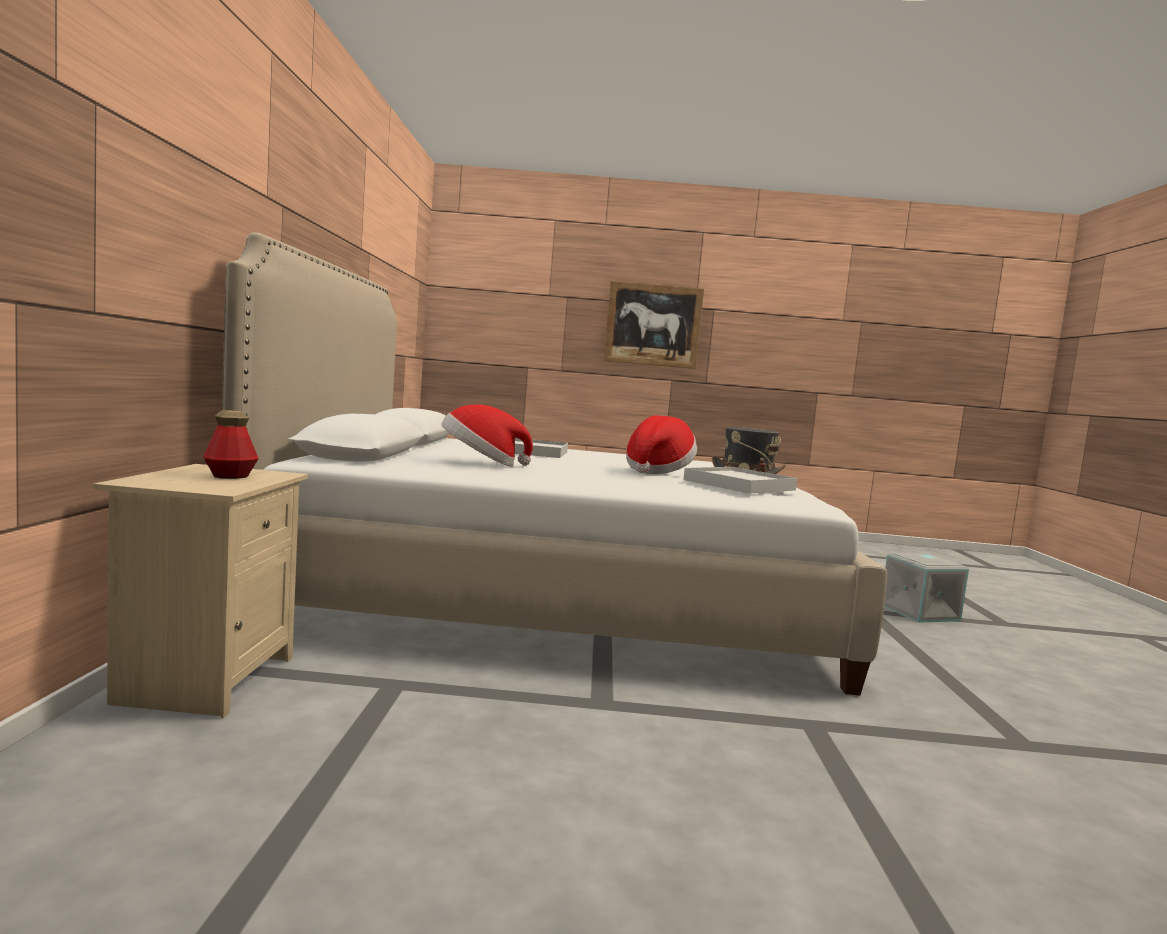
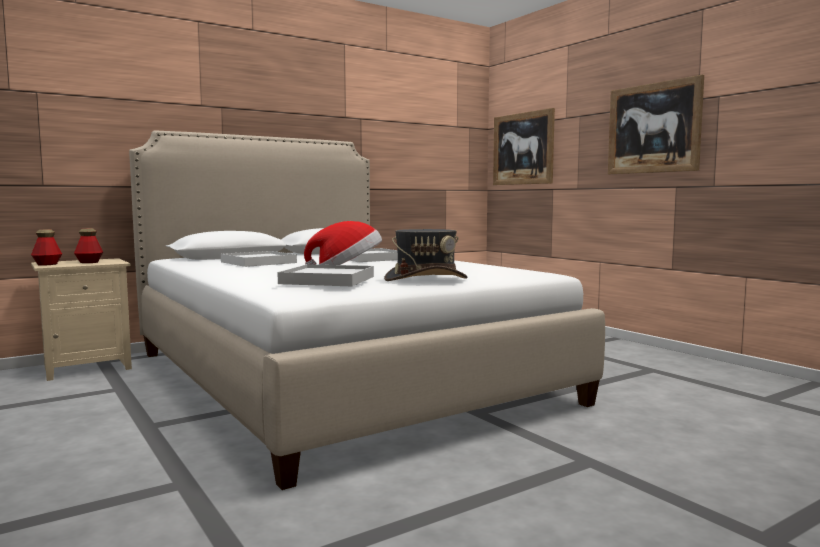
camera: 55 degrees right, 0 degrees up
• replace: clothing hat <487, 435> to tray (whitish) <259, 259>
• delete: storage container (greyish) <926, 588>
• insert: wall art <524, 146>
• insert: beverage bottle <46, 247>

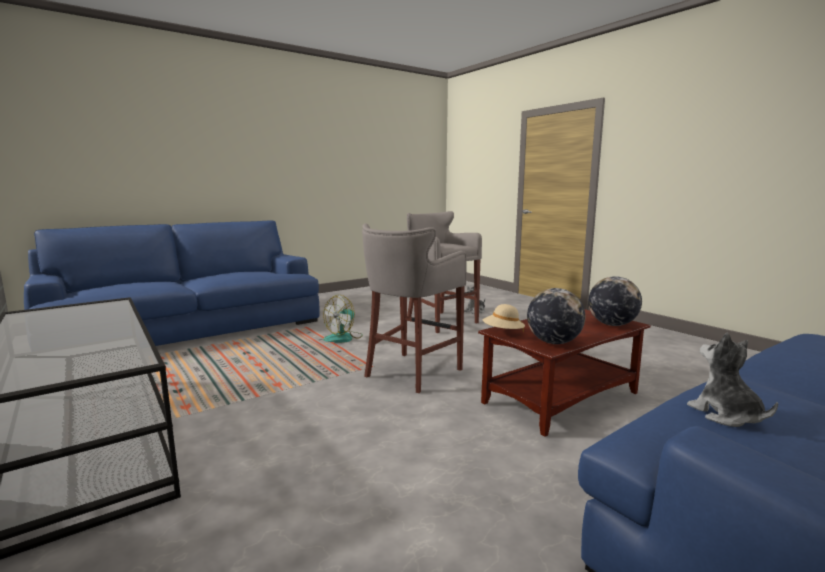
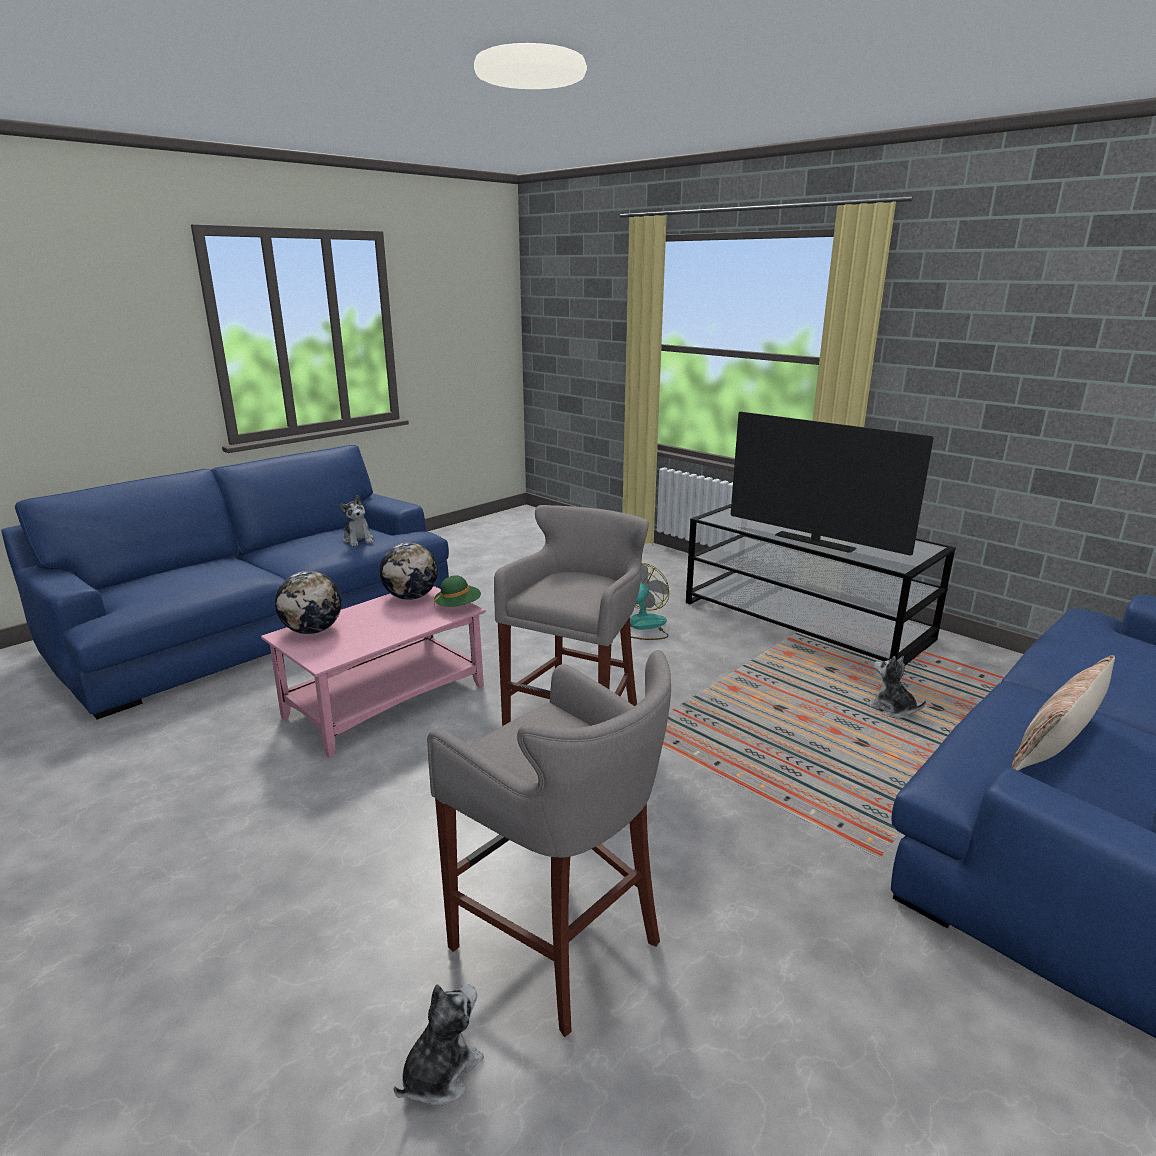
camera: 170 degrees right, 10 degrees up
• move: fan <343, 319> to <649, 601>
• recolor: clothing hat (sand-coloured) <504, 318> to clothing hat (green-coloured) <457, 591>
• recolor: low table (brownish) <564, 373> to low table (pink) <373, 672>
• insert: television <832, 484>
• insert: pillow <1063, 713>
• insert: cuddly toy <896, 687>

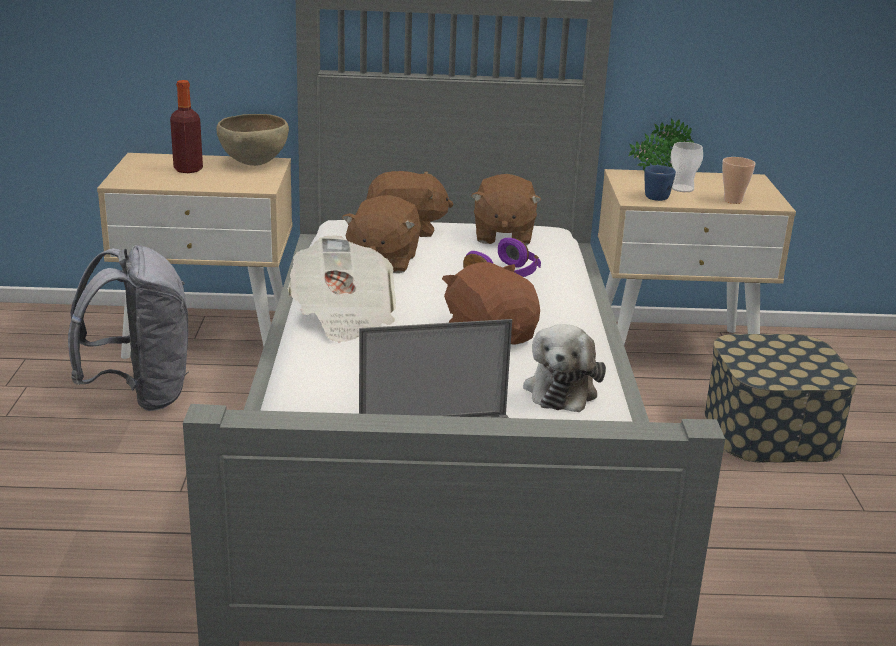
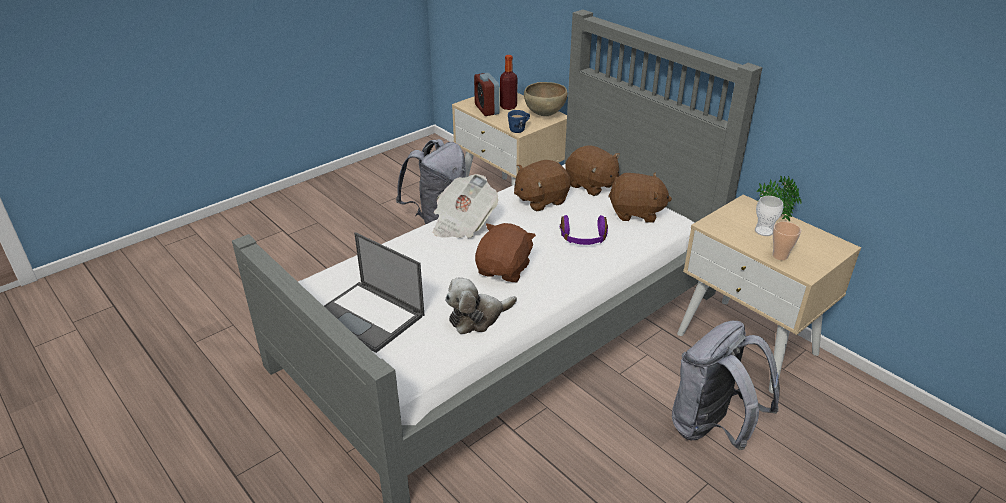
camera: 50 degrees right, 10 degrees up
• move: tea mug (blue-coloured) <660, 183> to <519, 121>
• rotate: cuddly toy (brownish) <506, 209> = <640, 197> 135 degrees counterclockwise
• replace: storage container <781, 398> to backpack (greyish) <726, 385>
• insert: alarm clock <487, 94>

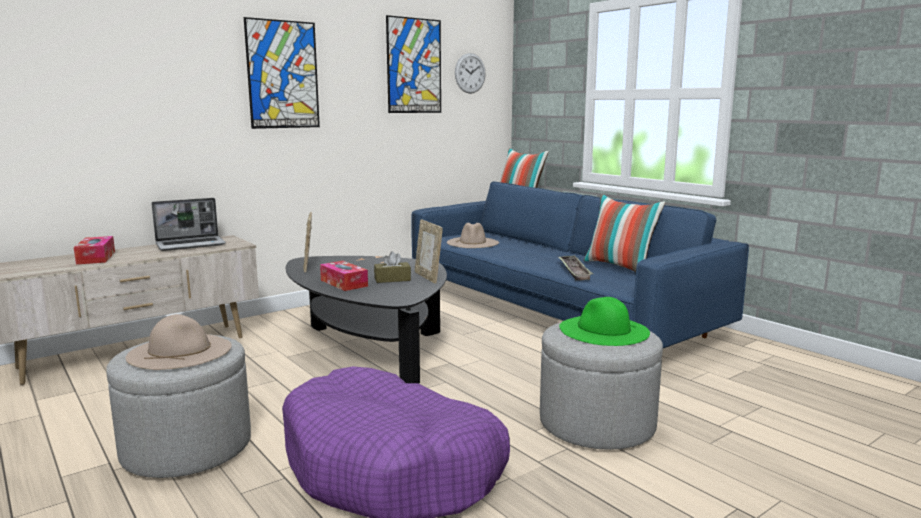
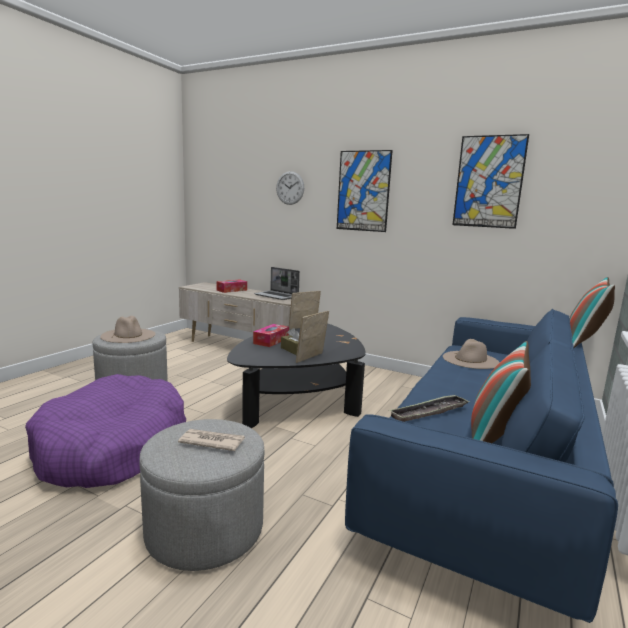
camera: 65 degrees right, 0 degrees up
• move: hanging clock <470, 73> to <290, 188>
• replace: clothing hat (green-coloured) <604, 321> to newspaper <211, 440>

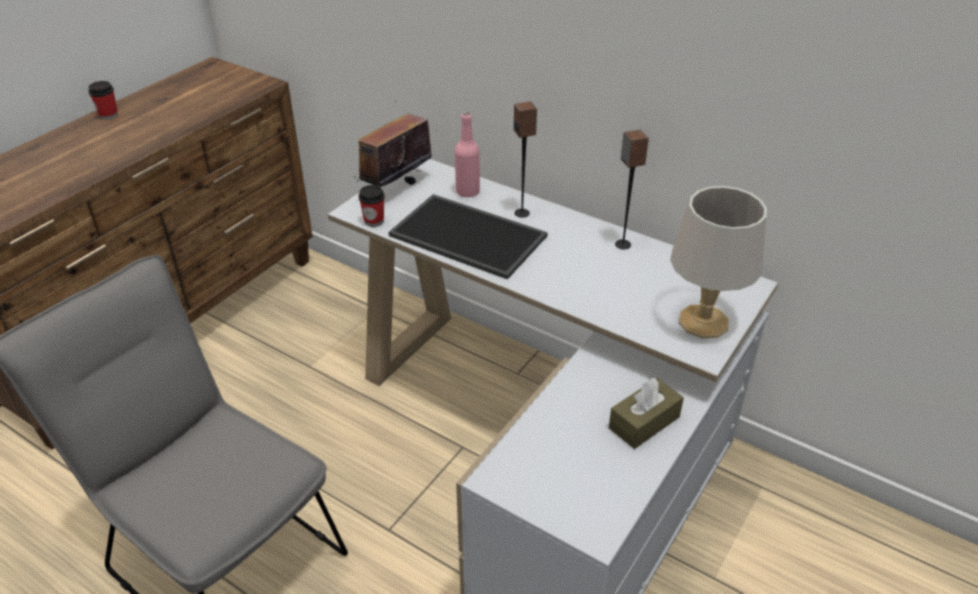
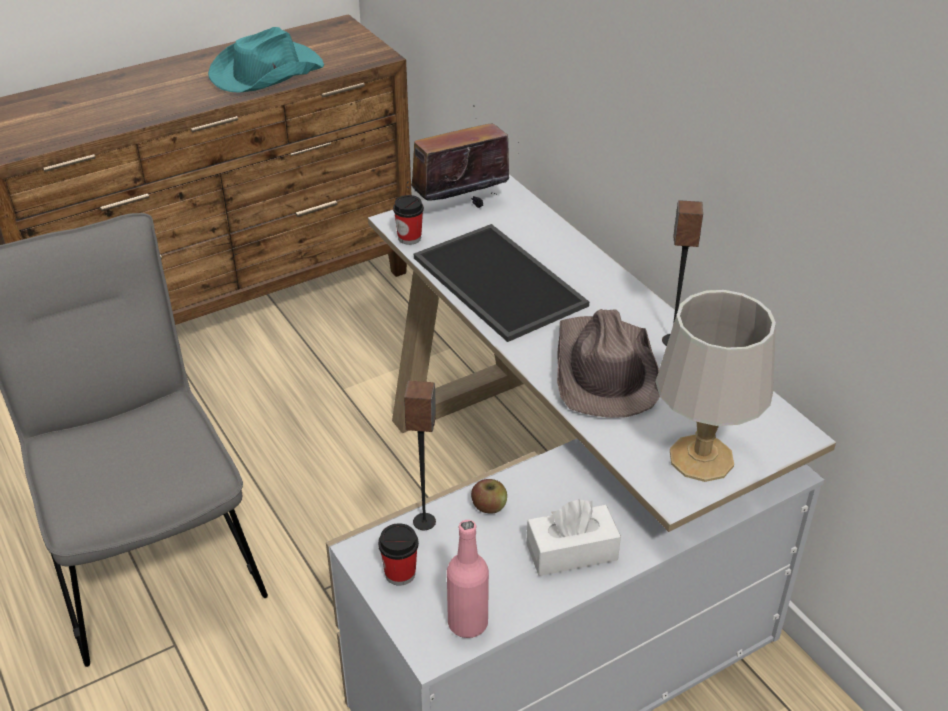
camera: 25 degrees right, 0 degrees up
• move: drinking cup <103, 100> to <398, 554>
• move: loudspeaker <525, 160> to <420, 455>
• move: beverage bottle (pink) <467, 154> to <468, 579>
• recolor: box of tissues (brownish) <646, 413> to box of tissues (whitish) <573, 537>
• insert: clothing hat (blue-green) <266, 60>
• insert: clothing hat (brownish) <608, 363>
• insert: apple <489, 496>

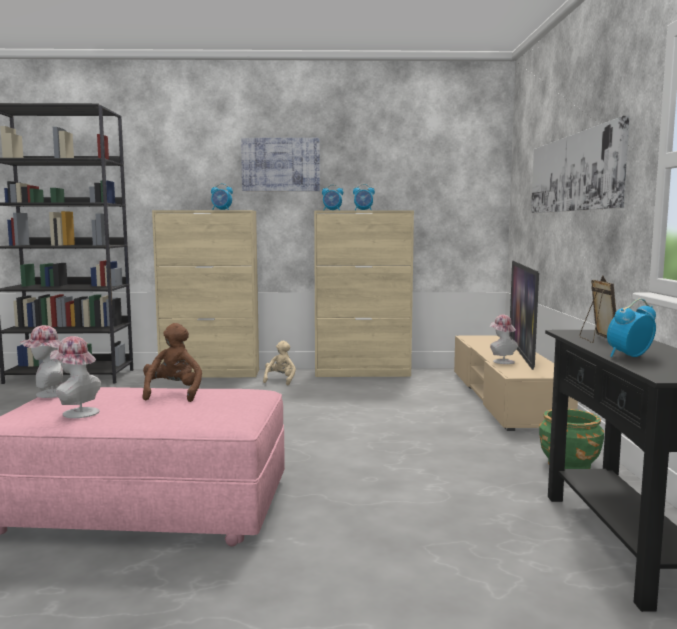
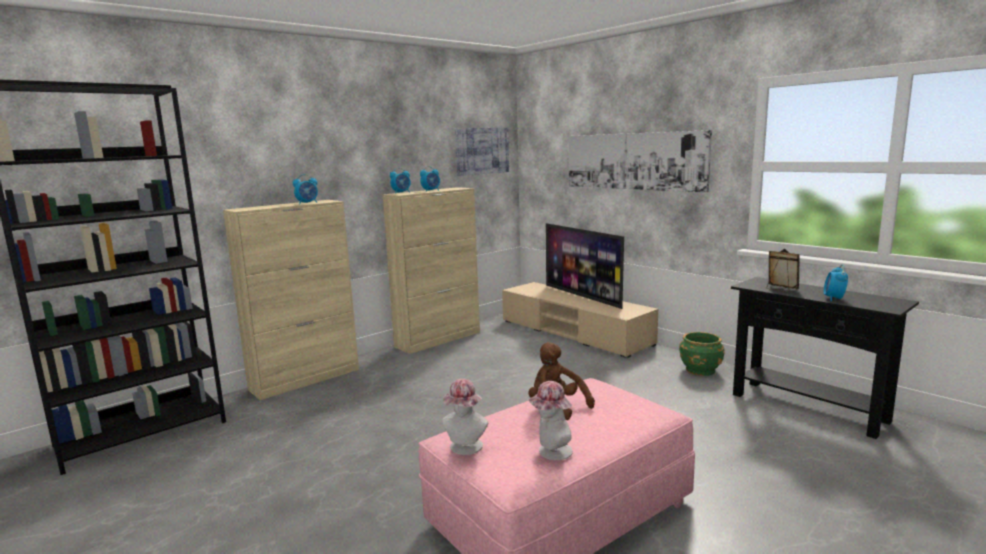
camera: 40 degrees left, 5 degrees up
• move: wall art <280, 164> to <482, 152>
• delete: clothing hat <504, 339>
• delete: cuddly toy (sand-coloured) <279, 363>

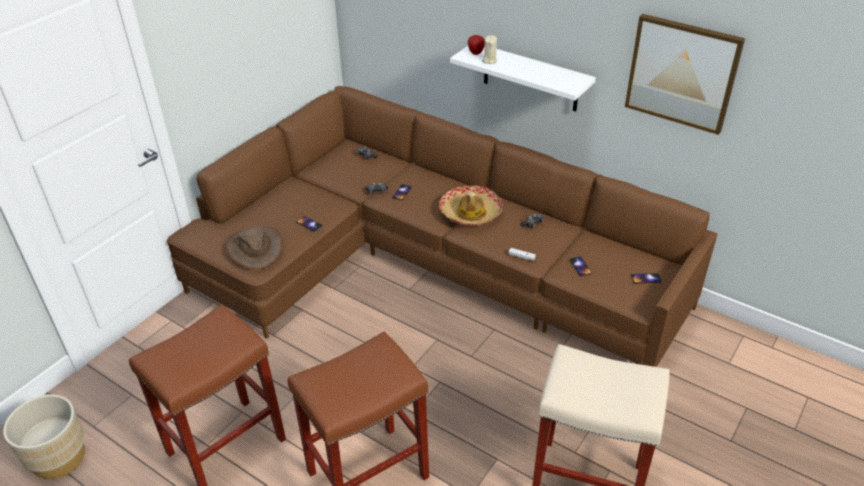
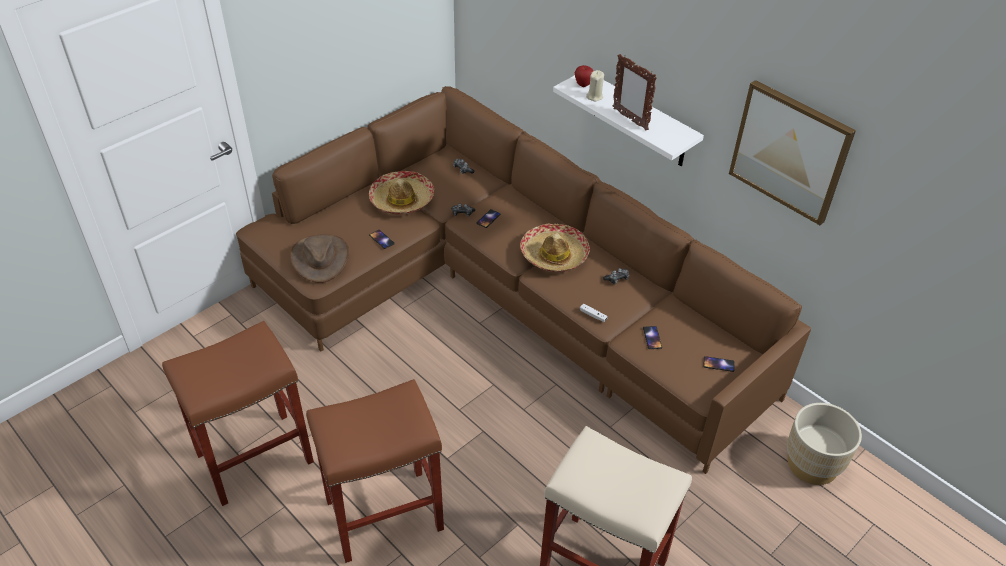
camera: 10 degrees right, 5 degrees up
• move: plant pot (sand-coloured) <44, 436> to <824, 444>
• insert: picture frame <635, 92>
• insert: clothing hat <401, 192>

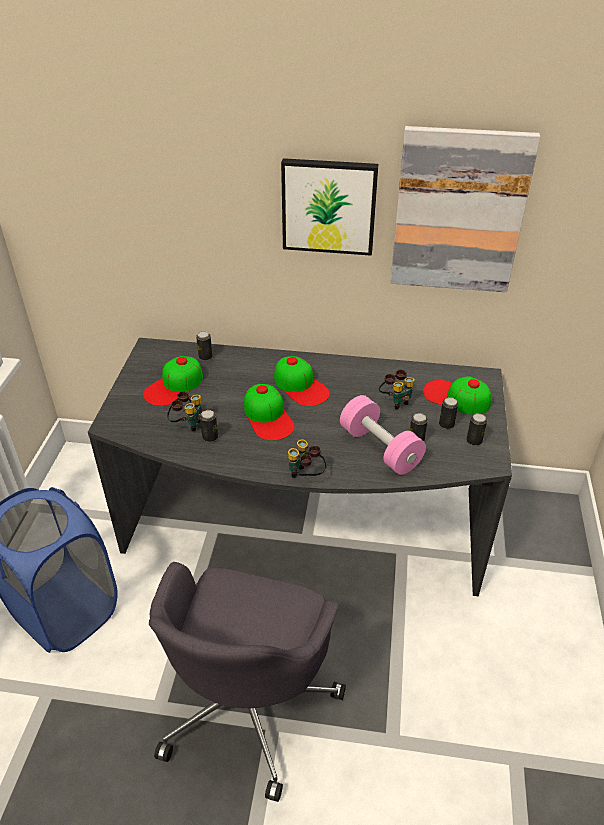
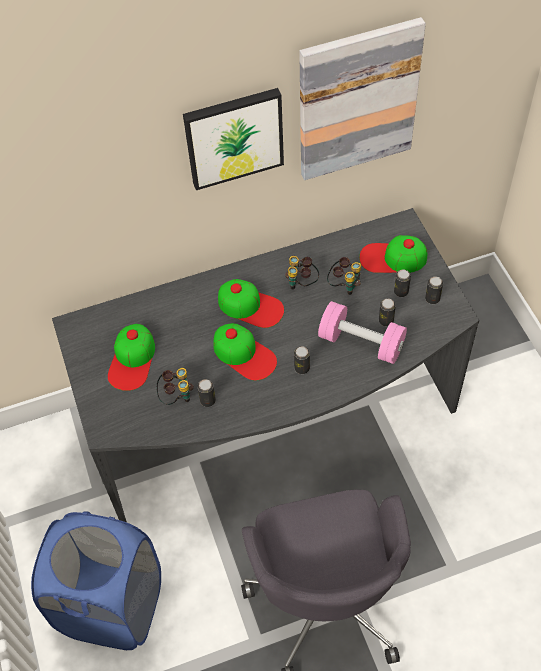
camera: 25 degrees left, 15 degrees up
• move: can <204, 346> to <302, 360>
• move: pair of binoculars <307, 458> to <302, 273>

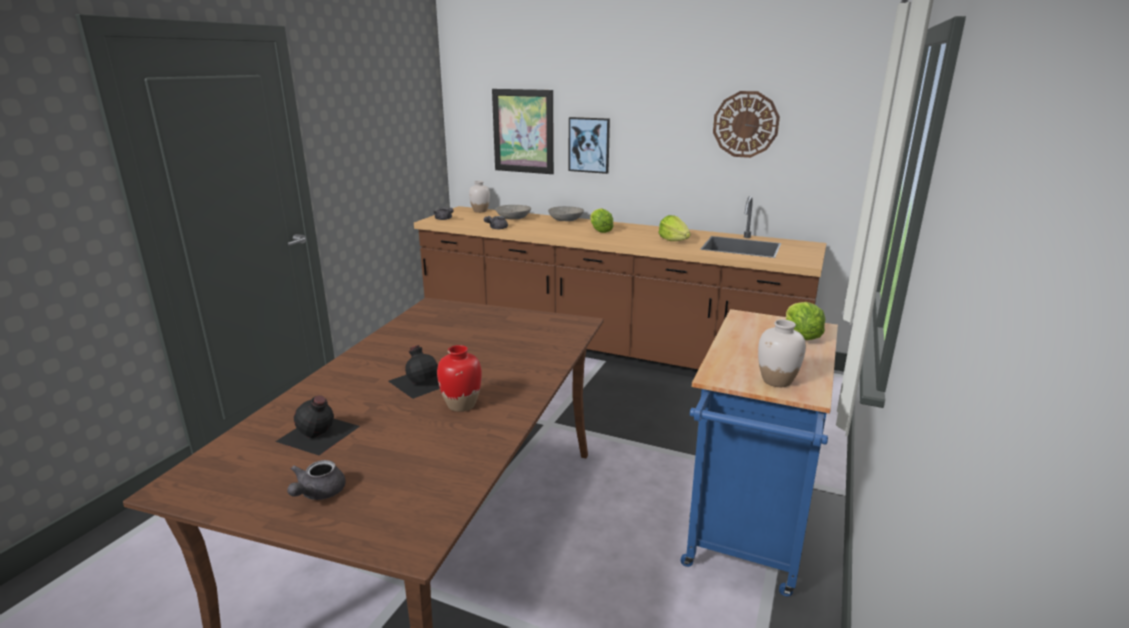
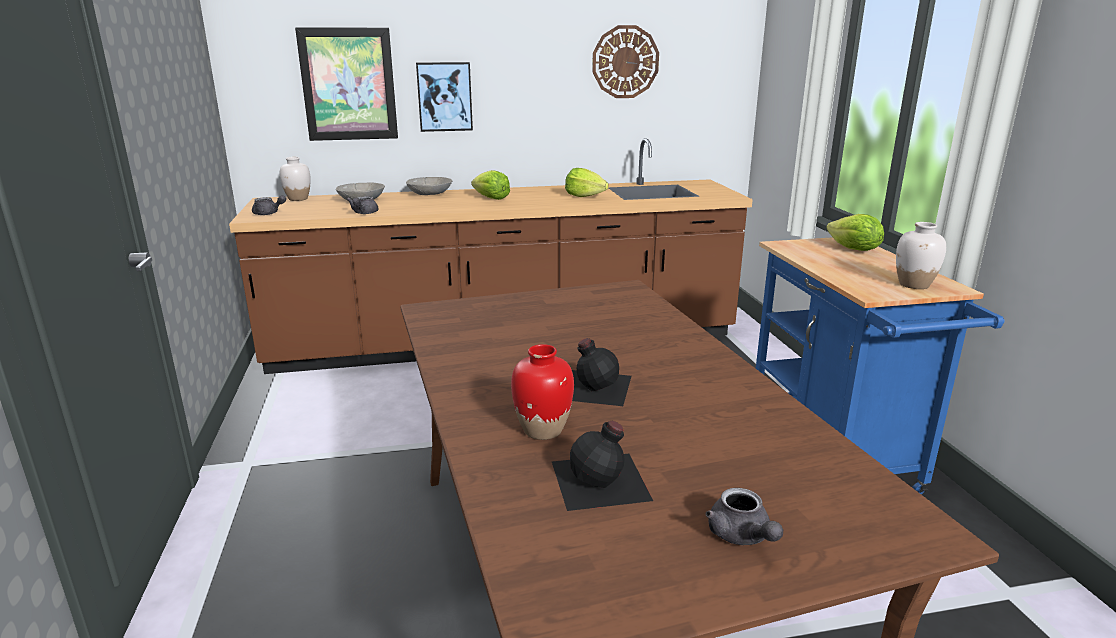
camera: 35 degrees left, 0 degrees up
• move: decorative vase (red) <459, 378> to <542, 392>

